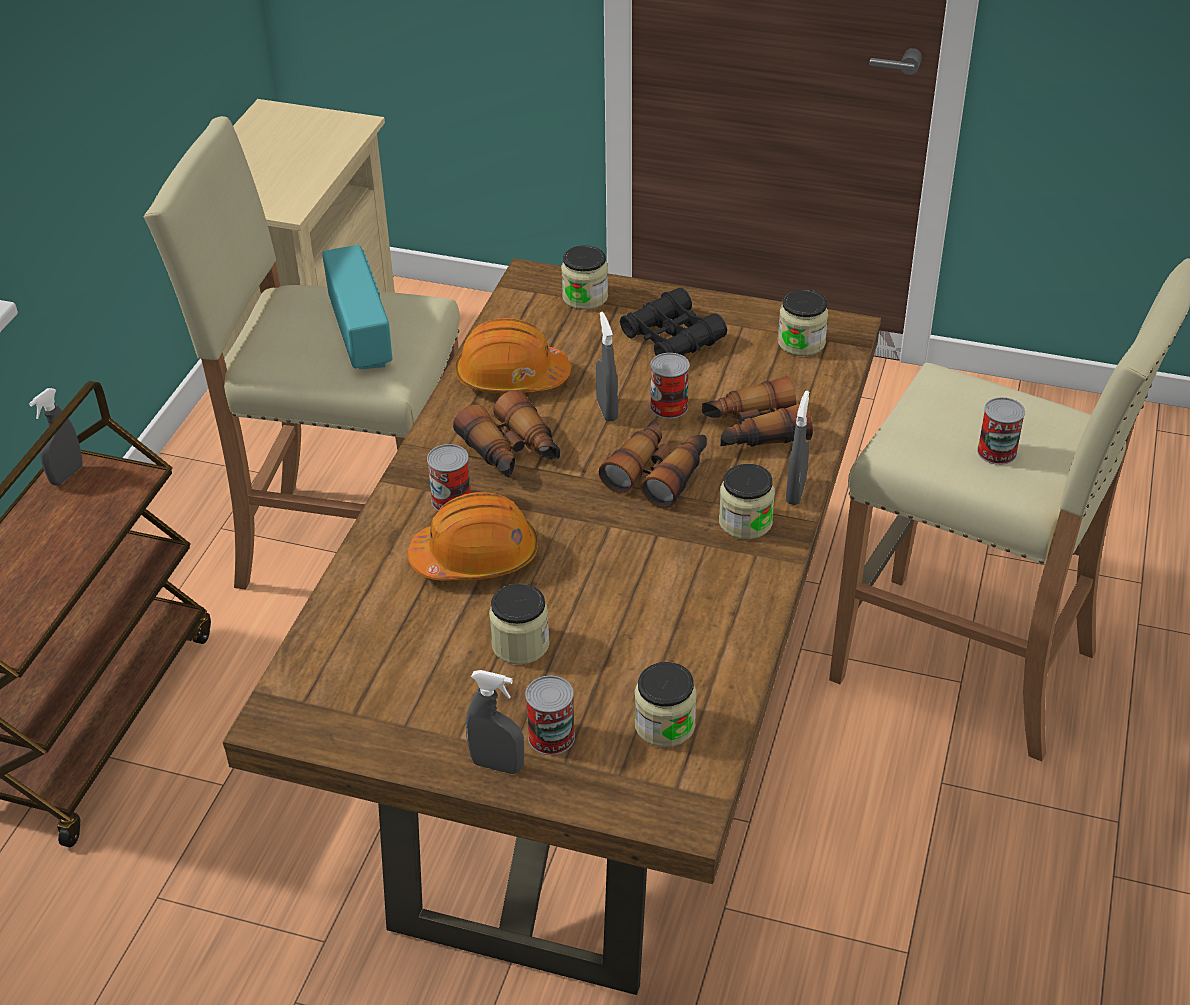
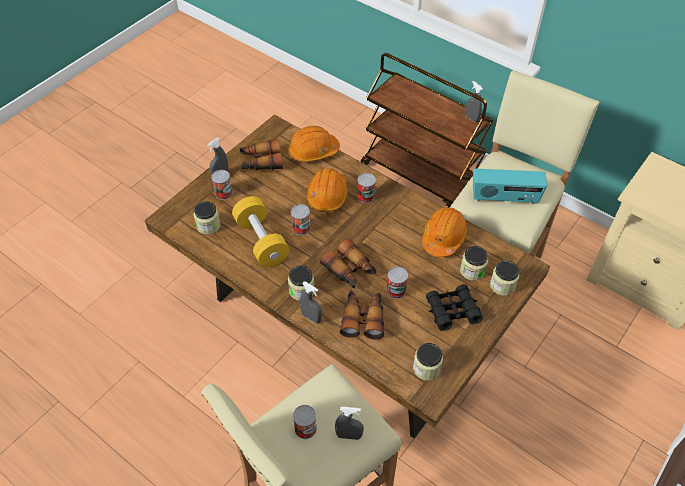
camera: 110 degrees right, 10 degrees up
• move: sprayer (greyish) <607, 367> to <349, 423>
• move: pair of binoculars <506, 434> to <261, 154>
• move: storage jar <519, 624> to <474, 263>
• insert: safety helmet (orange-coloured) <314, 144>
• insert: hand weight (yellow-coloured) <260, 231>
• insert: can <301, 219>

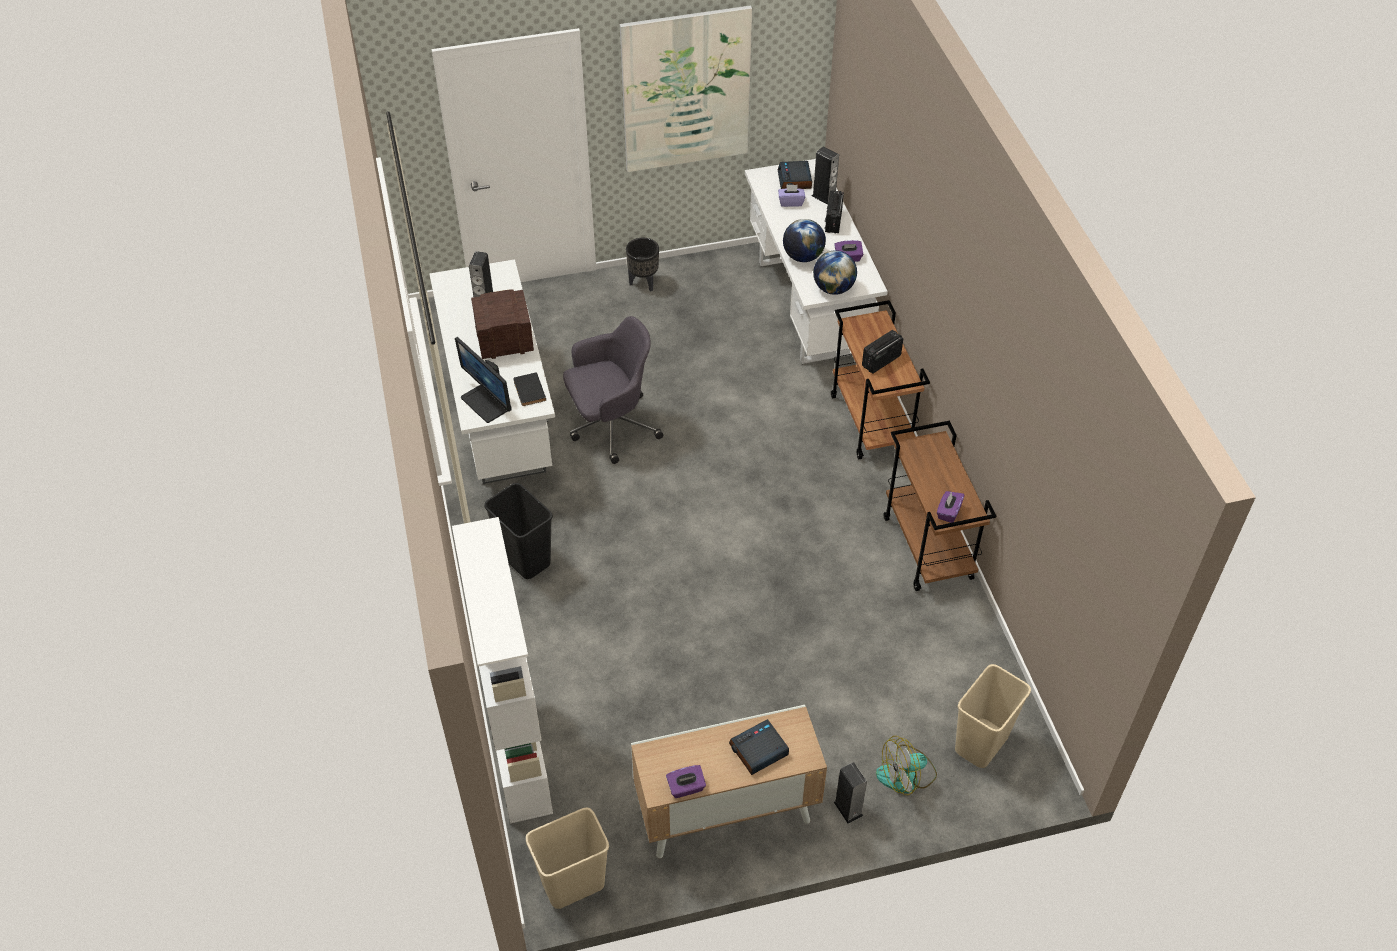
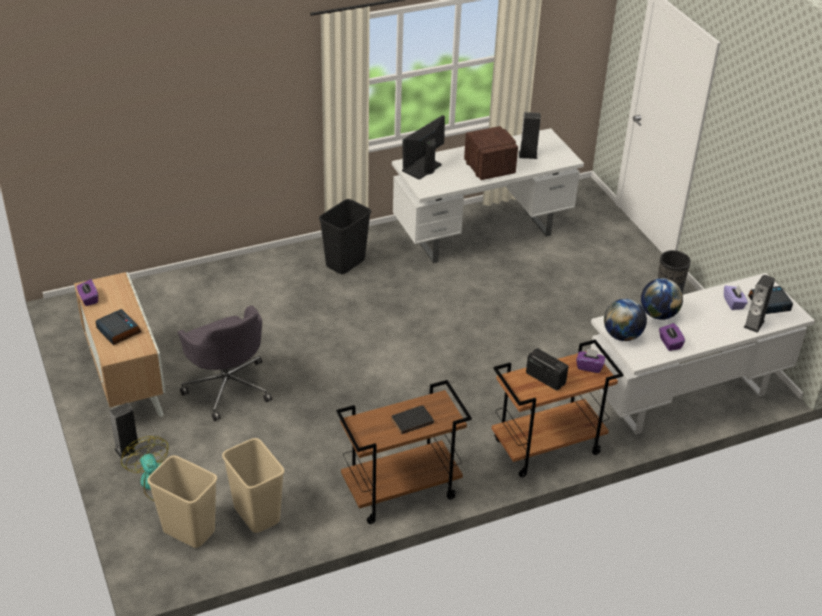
camera: 80 degrees right, 10 degrees down
• delete: wall art <686, 88>
• delete: radio receiver <834, 211>
• move: desk chair (greyish) <613, 390> to <225, 363>
• move: volume (black-coloured) <529, 389> to <412, 419>
• move: box of tissues (purple-coloured) <951, 507> to <590, 360>
• delete: bookcase (whitish) <502, 670>
• move: waste bin (sand-coloured) <567, 858> to <253, 485>

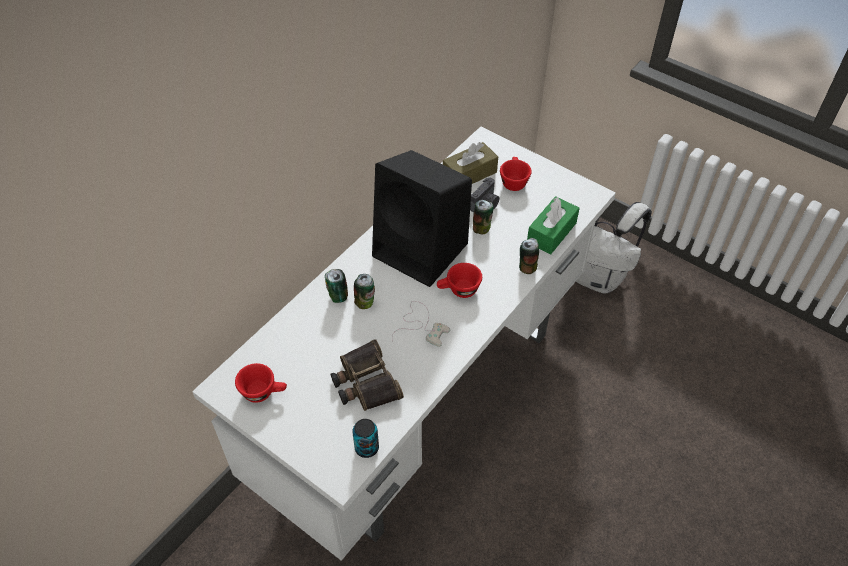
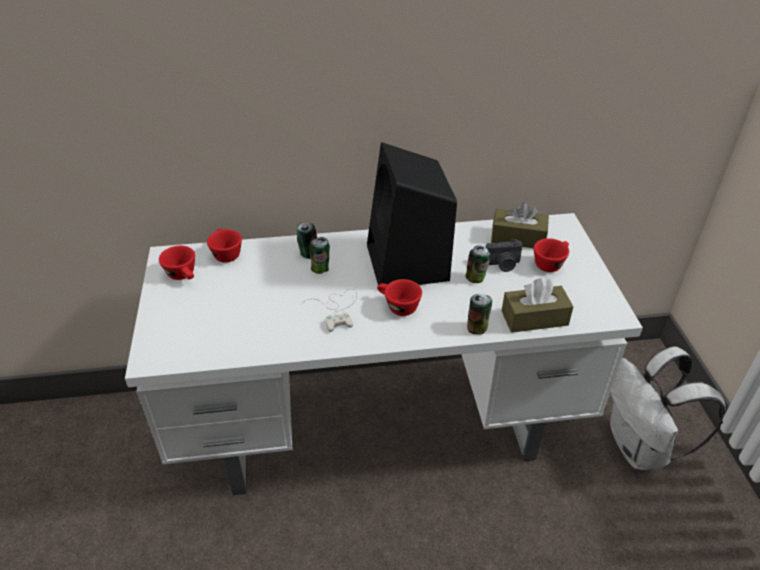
camera: 45 degrees right, 10 degrees down
• recolor: box of tissues (green-coloured) <553, 225> to box of tissues (brownish) <537, 305>
• delete: pair of binoculars <367, 375>
• delete: can <365, 438>
• insert: drinking cup (red) <224, 245>

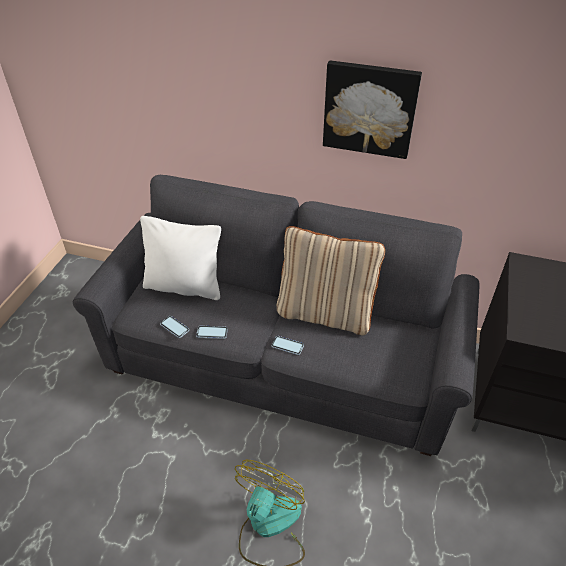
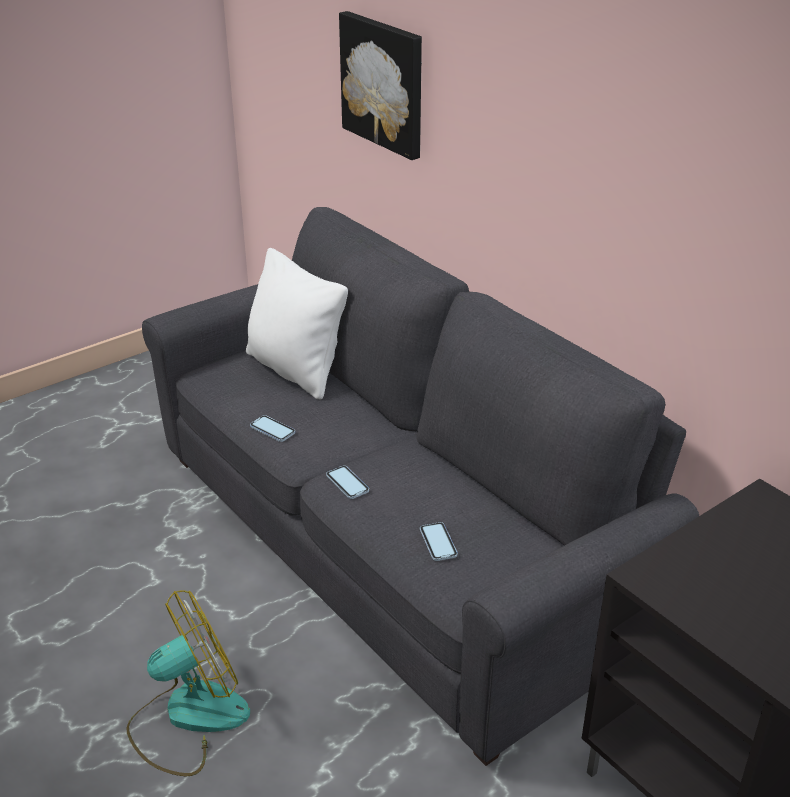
camera: 35 degrees right, 10 degrees down
• move: wall art <372, 109> to <380, 85>
• delete: pillow (sand-coloured) <331, 280>
• move: telephone <174, 327> to <439, 541>

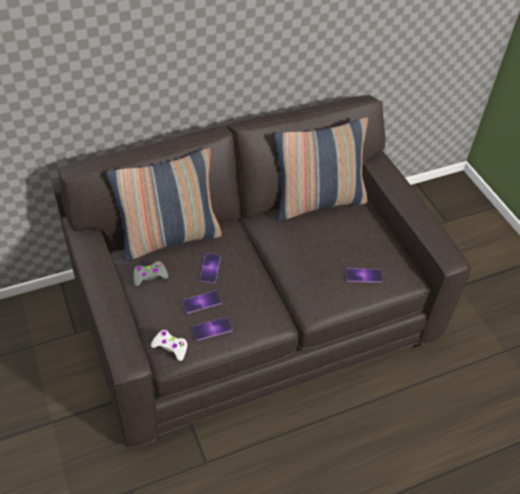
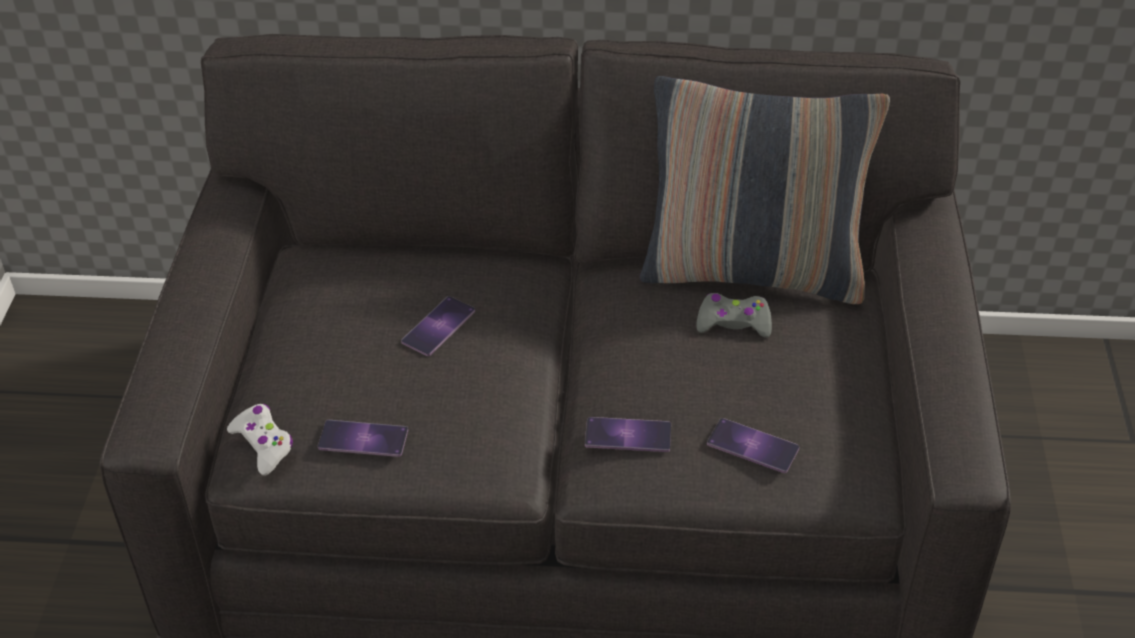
camera: 30 degrees right, 5 degrees down
• delete: pillow <164, 204>
• move: joypad (greyish) <150, 273> to <734, 315>
• move: telephone <202, 302> to <628, 434>

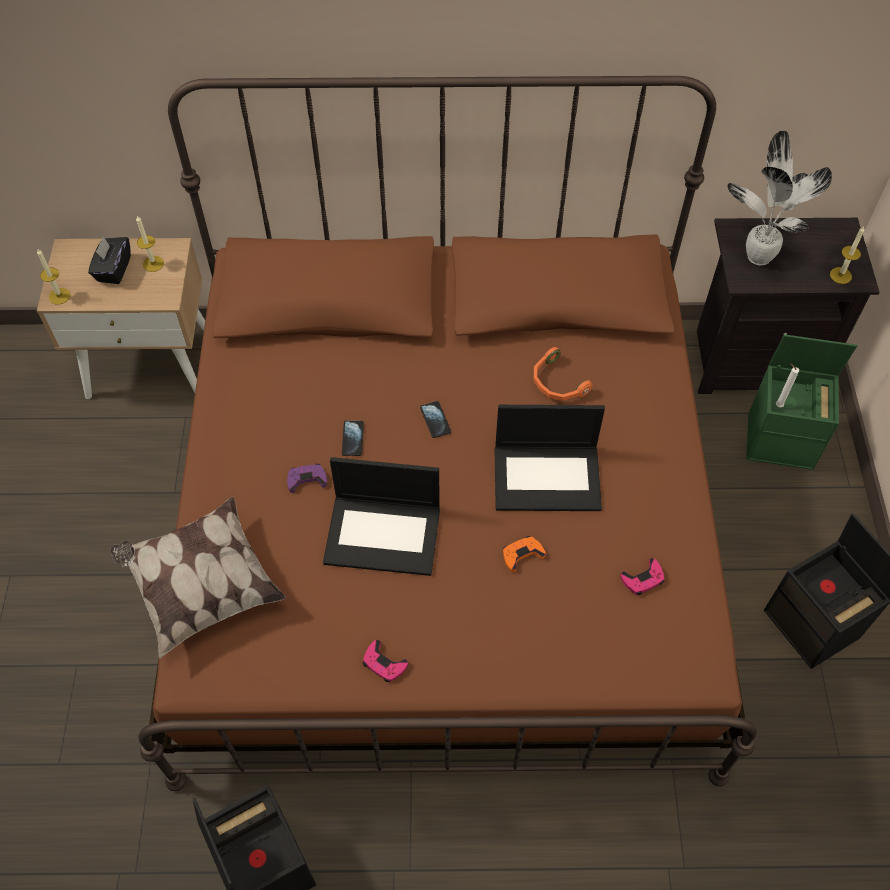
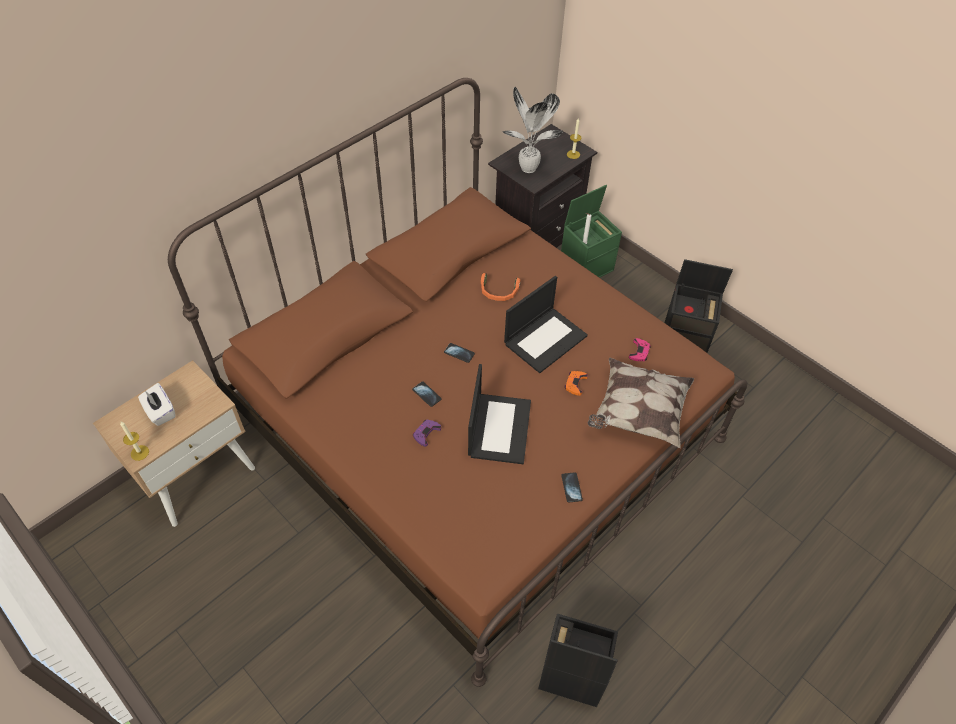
camera: 45 degrees left, 5 degrees down
• delete: candle <150, 244>
• recolor: box of tissues (black-coloured) <109, 260> to box of tissues (whitish) <157, 404>
• rotate: notebook computer <381, 516> = <499, 414> 45 degrees counterclockwise
• move: pillow <198, 577> to <641, 403>
• replace: joypad (pink) <385, 660> to telephone <572, 487>

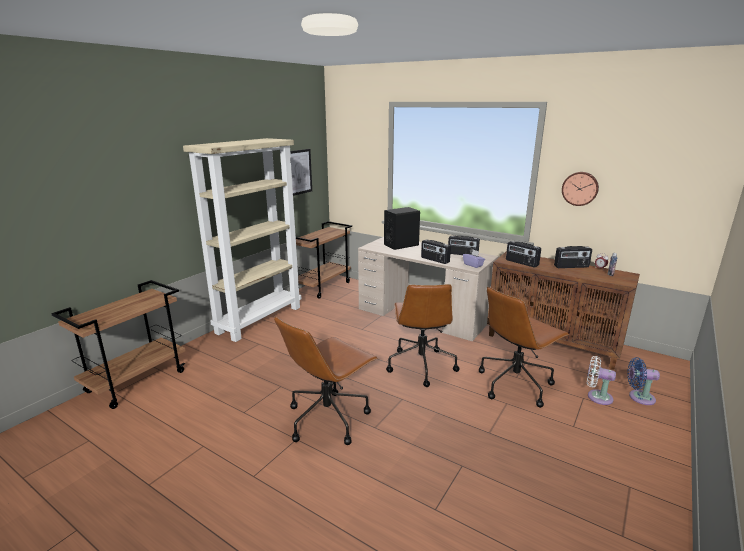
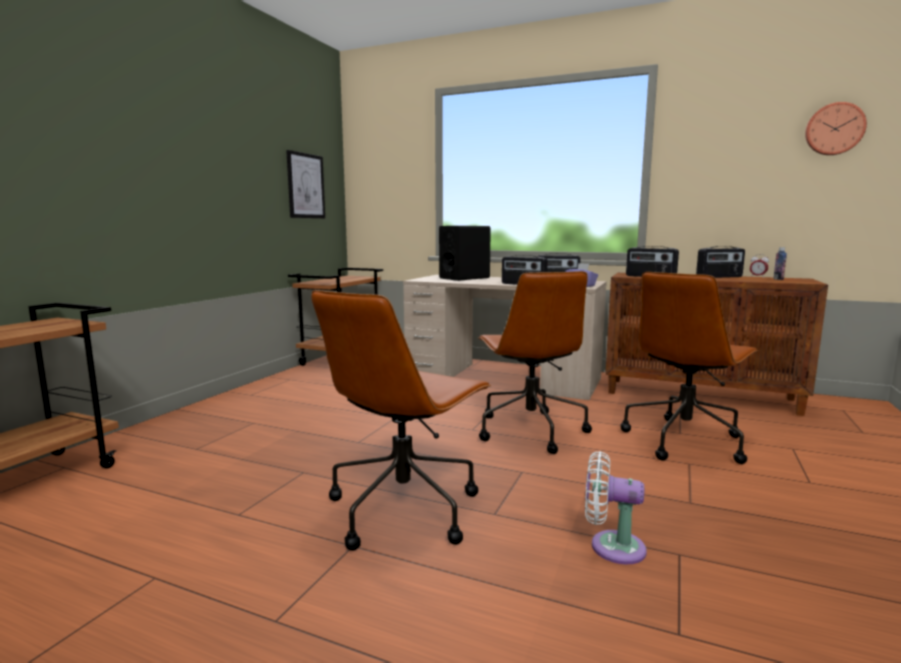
camera: 10 degrees left, 10 degrees down
• delete: bookcase (sand-coloured) <242, 240>
• move: hanging clock <580, 189> to <836, 128>
• move: fan (whitish) <601, 380> to <616, 507>
• delete: fan (blue-coloured) <643, 381>

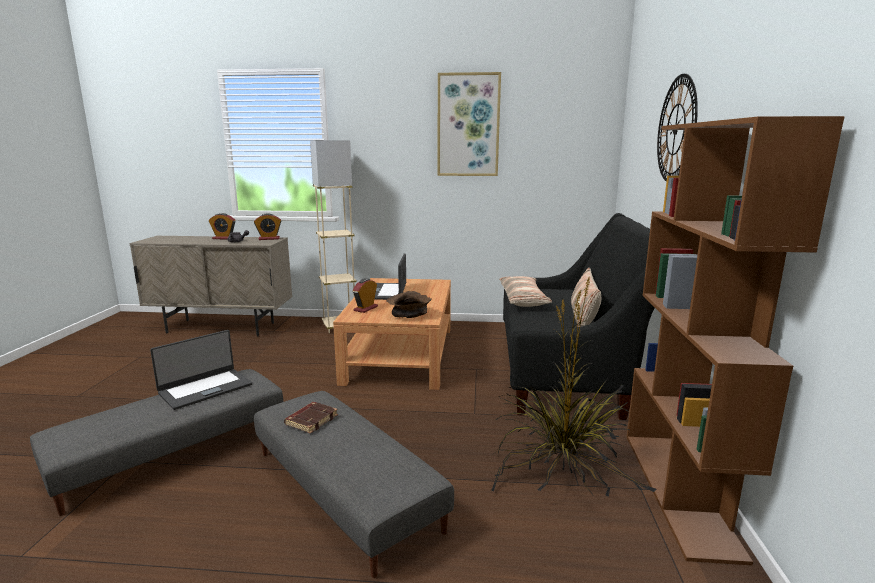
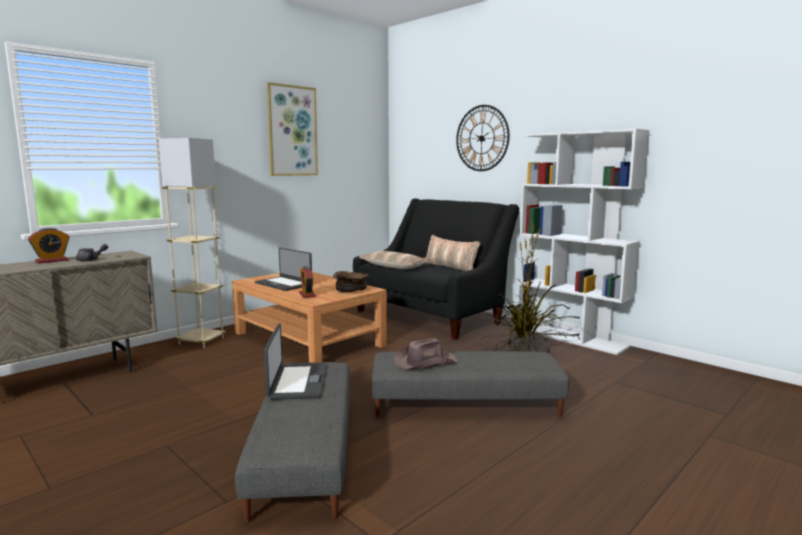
camera: 50 degrees left, 5 degrees down
• recolor: bookcase (brownish) <735, 340> to bookcase (whitish) <583, 242>
• delete: alarm clock <267, 226>
• replace: volume (brownish) <311, 418> to clothing hat (brownish) <425, 354>

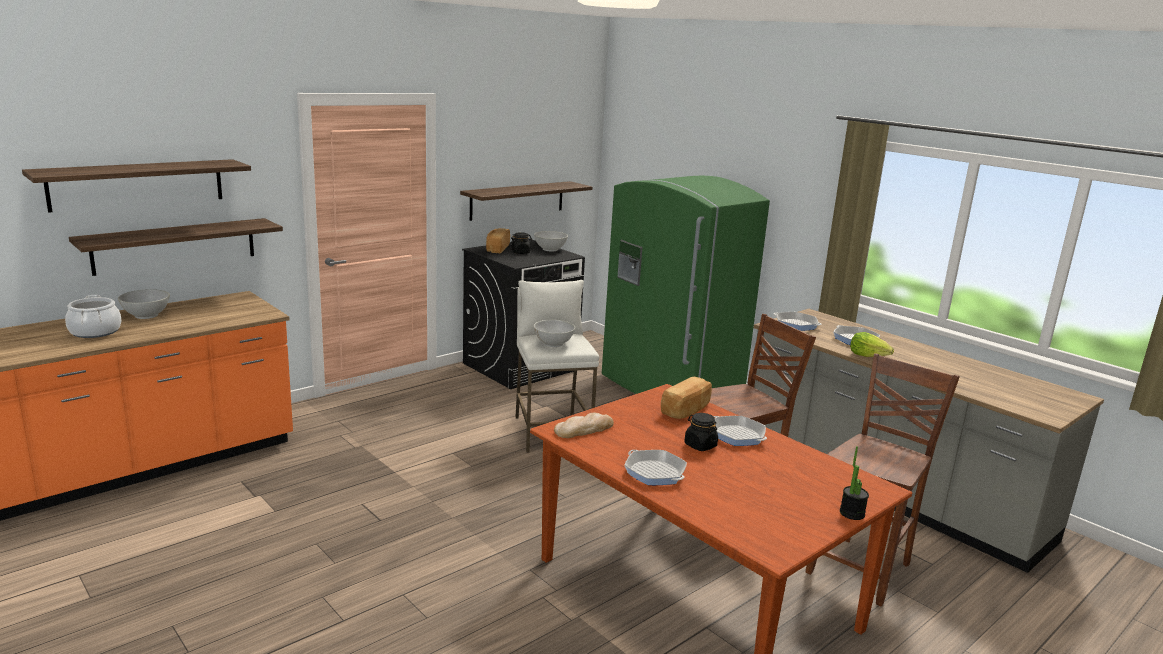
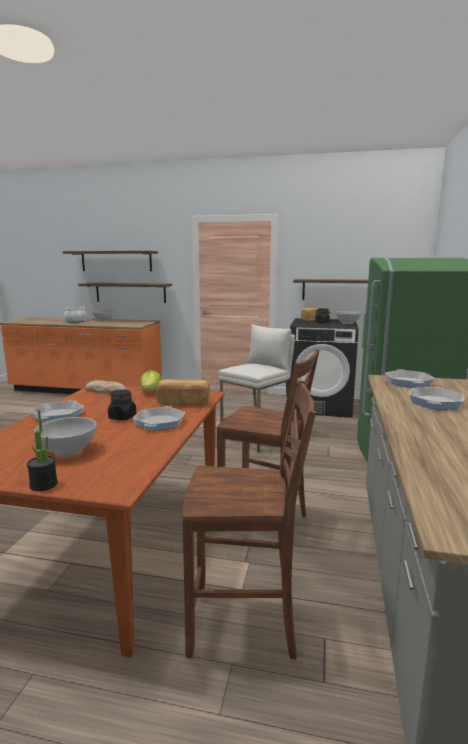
camera: 55 degrees right, 5 degrees down
• move: serving bowl (whitish) <554, 333> to <65, 437>
• move: lettuce <872, 344> to <151, 380>

